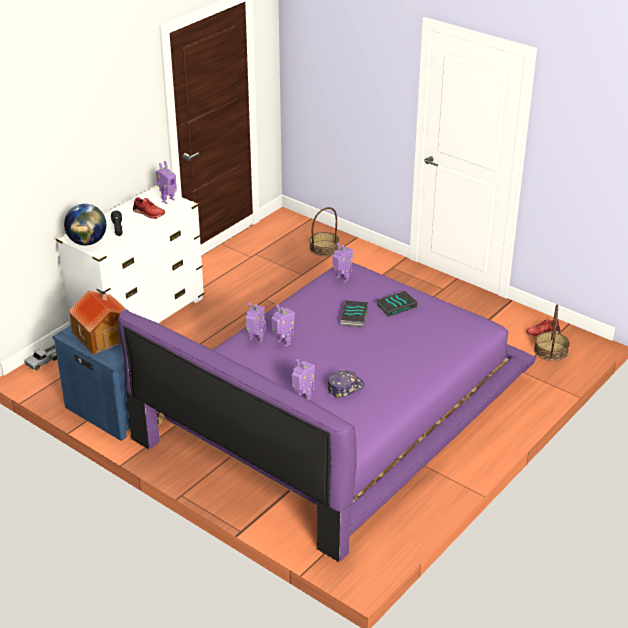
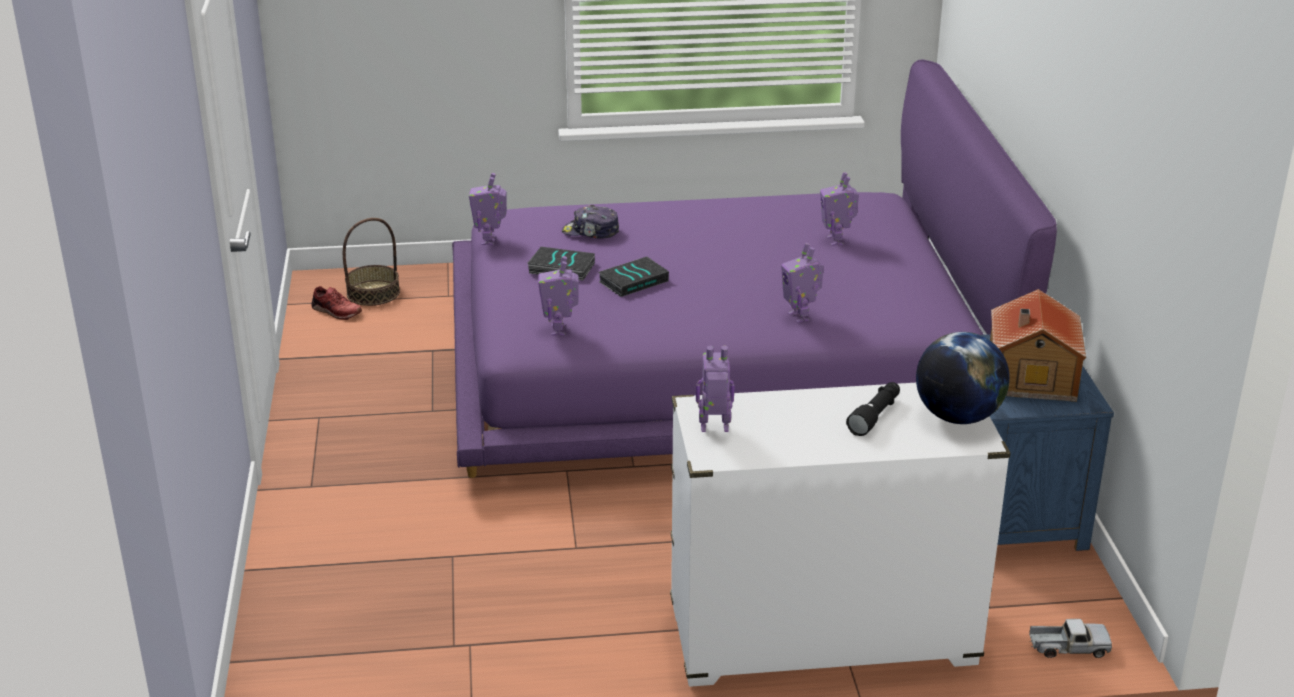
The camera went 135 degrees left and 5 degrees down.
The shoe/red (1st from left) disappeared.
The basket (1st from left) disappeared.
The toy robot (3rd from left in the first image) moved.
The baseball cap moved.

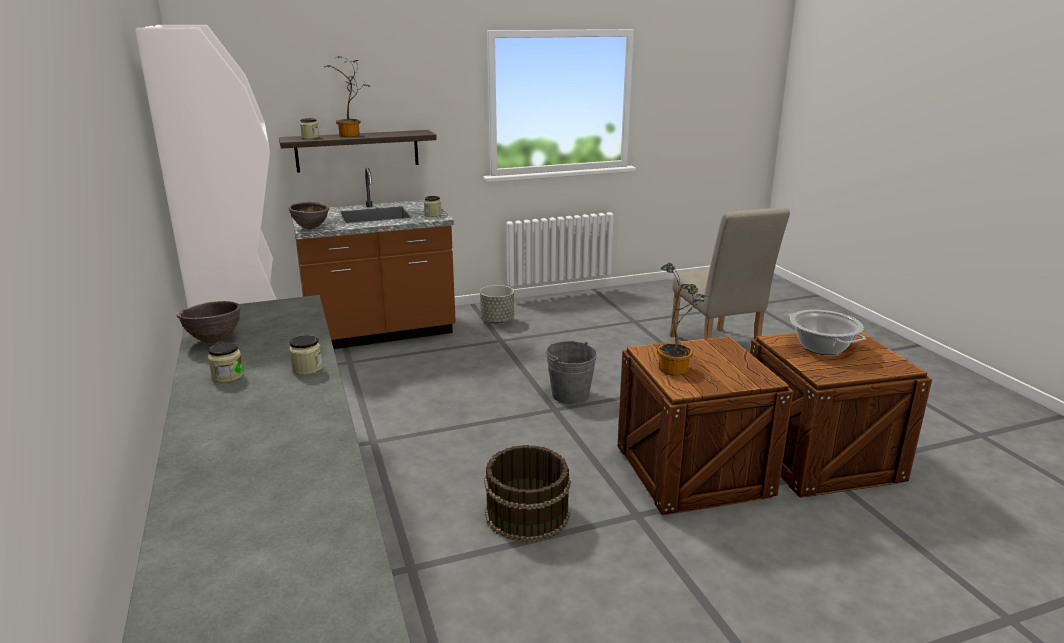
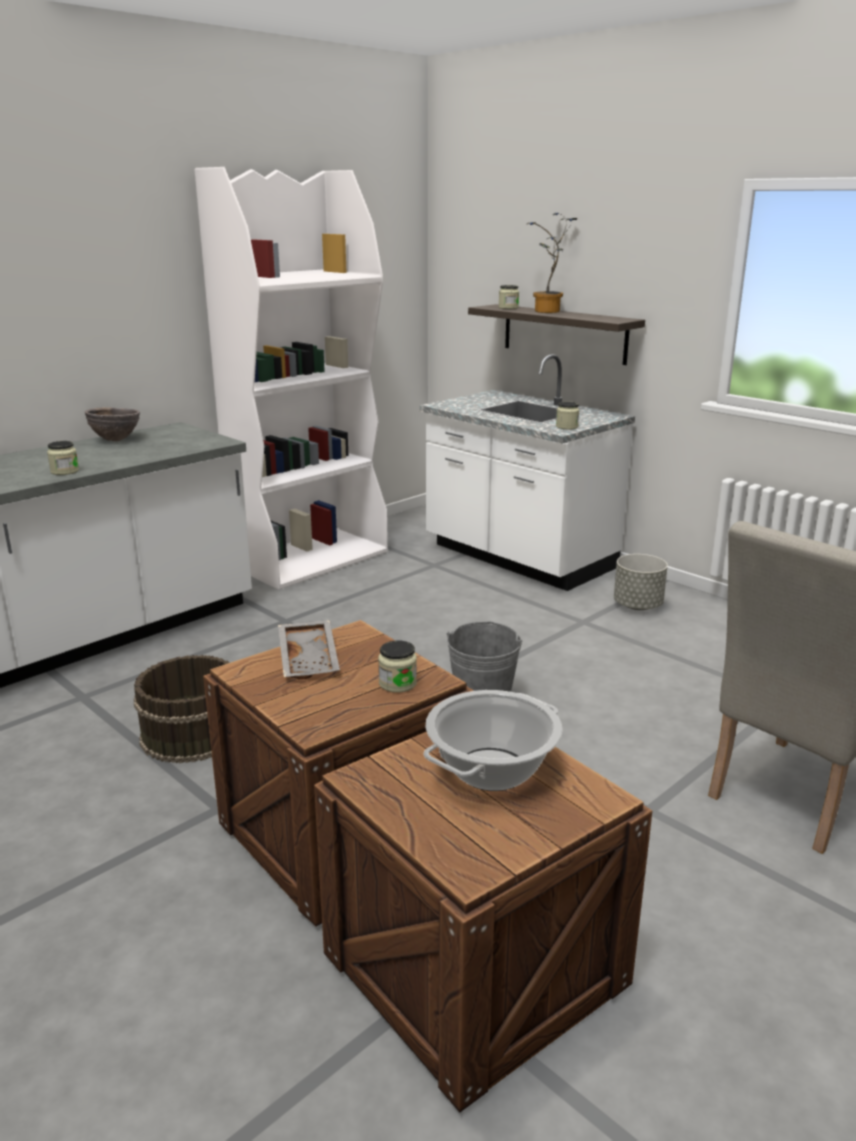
The camera went 65 degrees right and 0 degrees up.
The bowl/brown (2nd from left) disappeared.
The storage jar (1st from left in the first image) moved.
The plant in a pot (2nd from left) was replaced by the serving tray/gray.
The counter/brown became the counter/white (2nd from left).

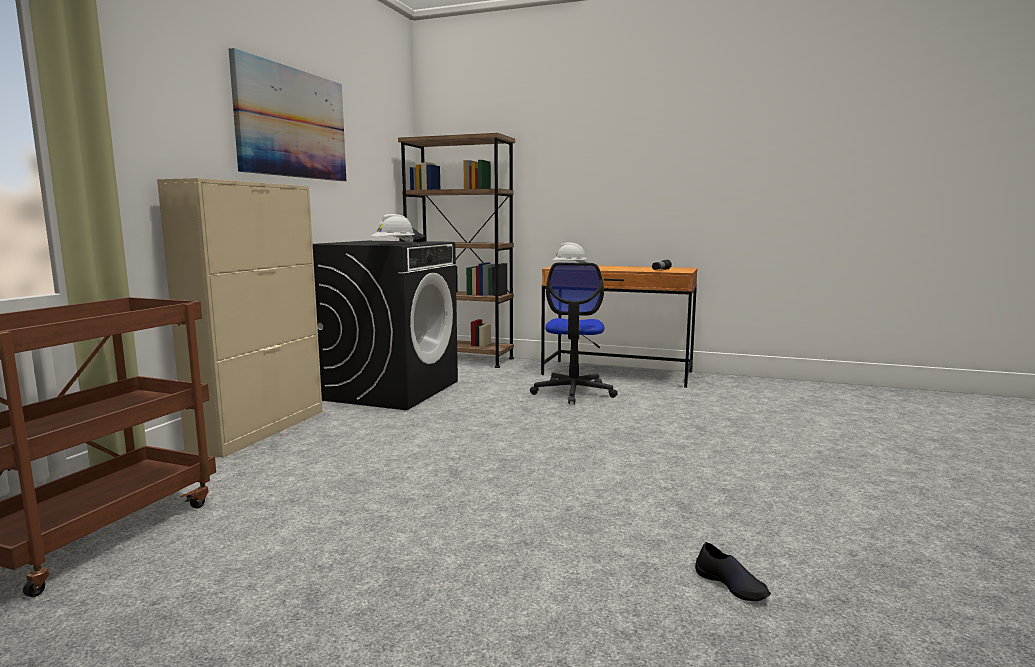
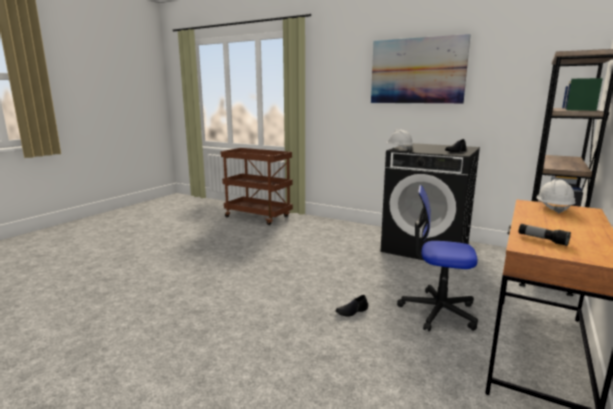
The camera went 100 degrees right and 5 degrees up.
The cupboard/beige disappeared.
The shoe/blackish (2nd from left in the first image) moved.

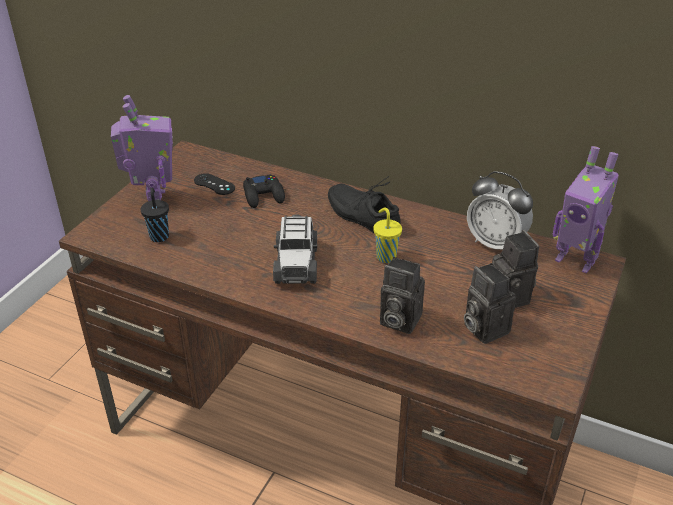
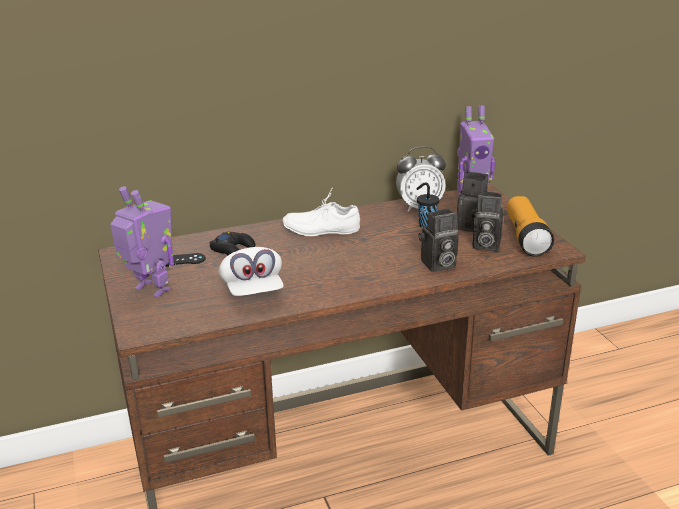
The camera went 45 degrees left and 10 degrees down.
The toy car disappeared.
The drinking cup/yellowish disappeared.
The baseball cap/white appeared.
The hand torch appeared.
The drinking cup/blackish moved.
The shoe/blackish became the shoe/white.

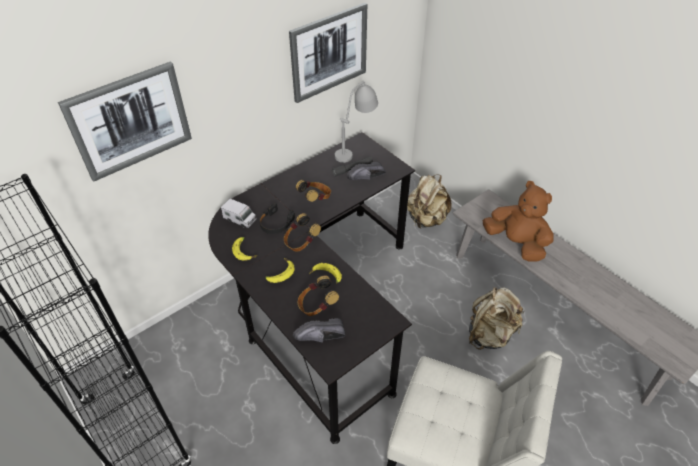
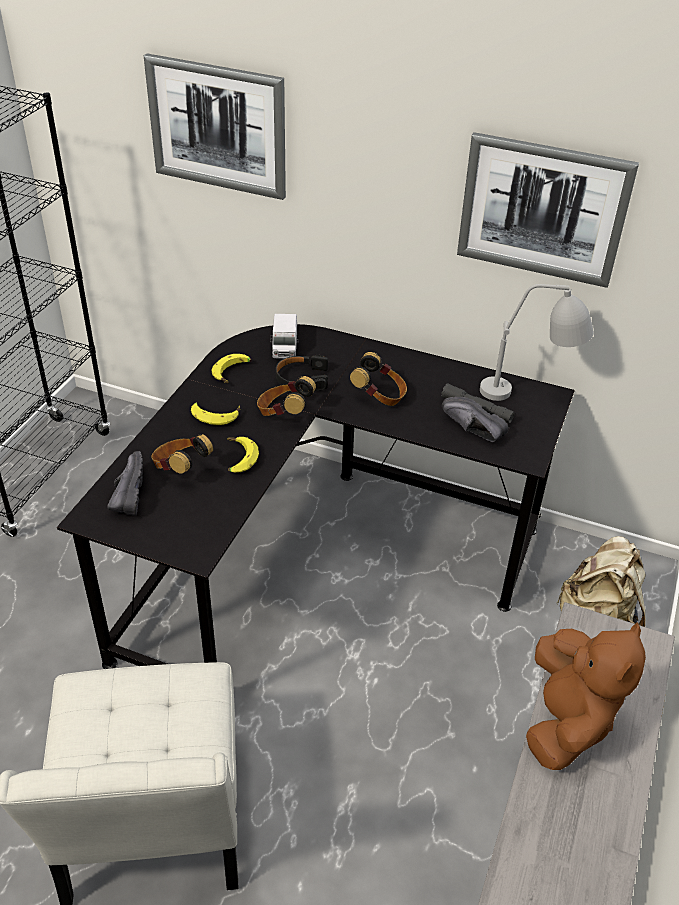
The camera went 60 degrees right and 5 degrees down.
The knapsack/beige (2nd from left) disappeared.
The shoe/blackish (1st from left) turned 45 degrees clockwise.

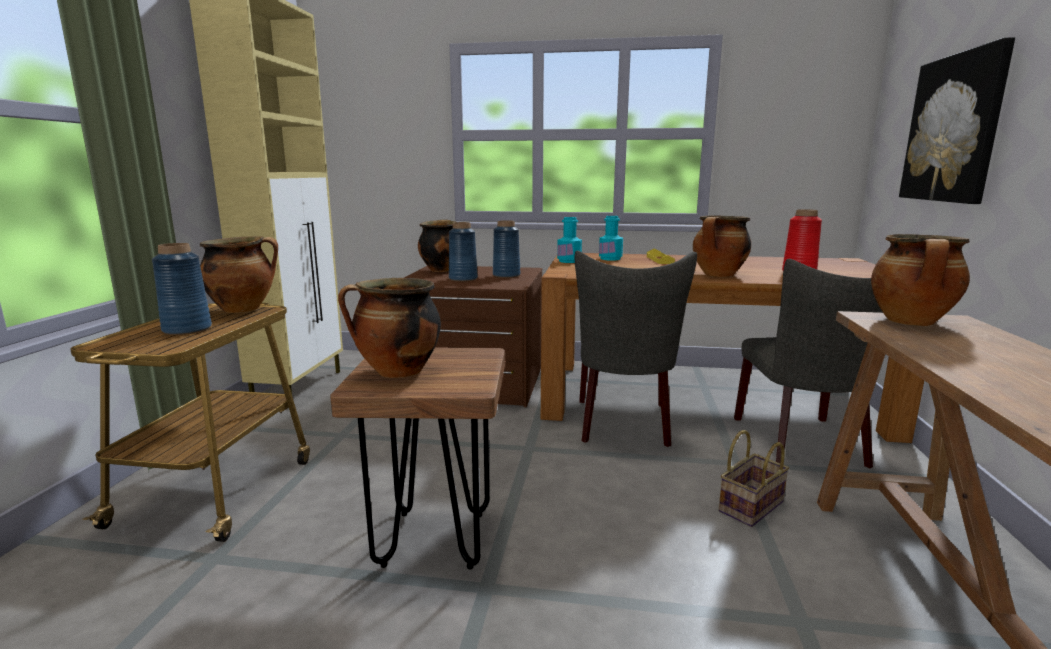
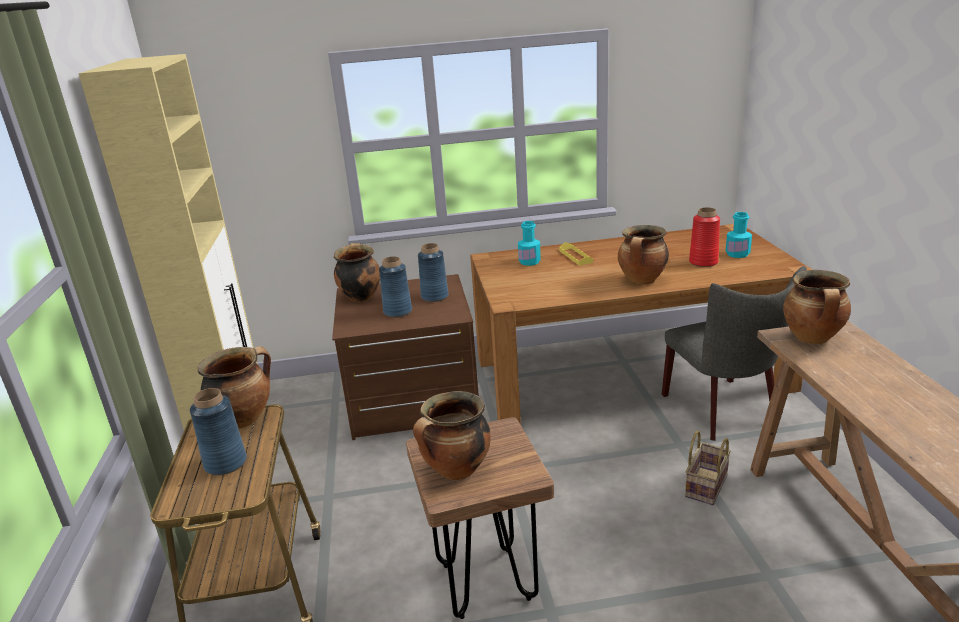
The camera went 15 degrees left and 10 degrees up.
The chair/gray (1st from left) disappeared.
The picture disappeared.
The drink bottle/turquoise (1st from left in the first image) moved.

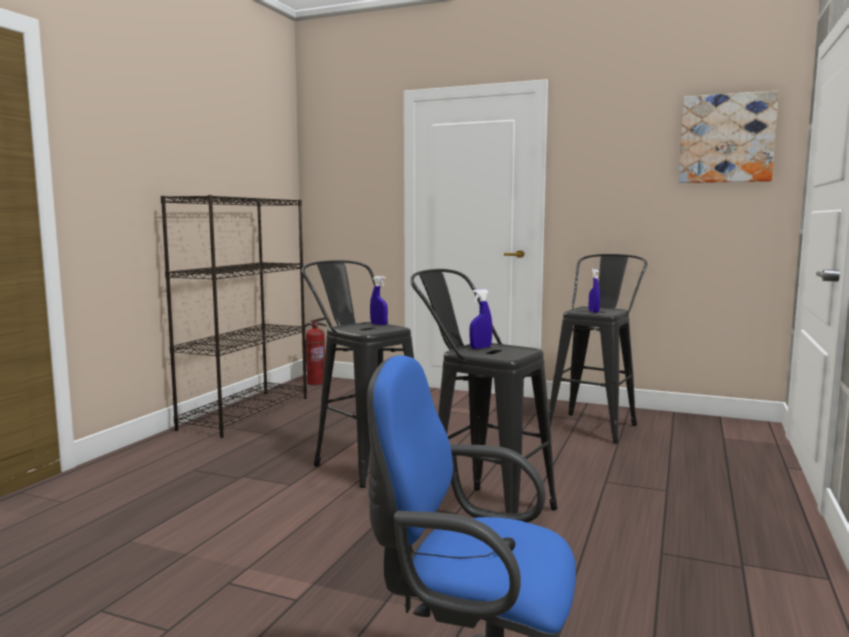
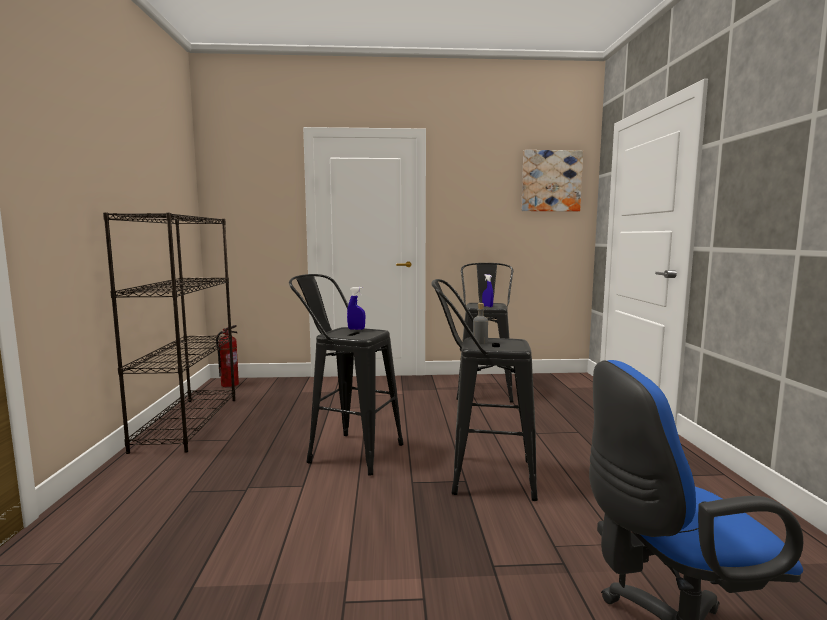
The camera went 25 degrees left and 0 degrees up.
The sprayer/bluish (2nd from left) was replaced by the drink bottle/gray.

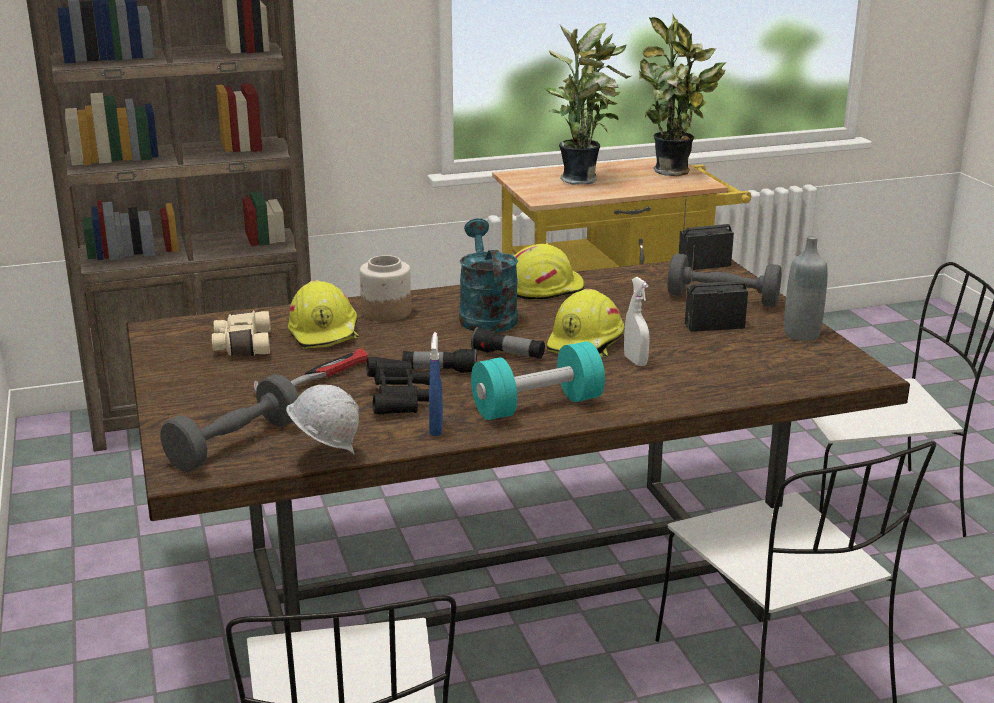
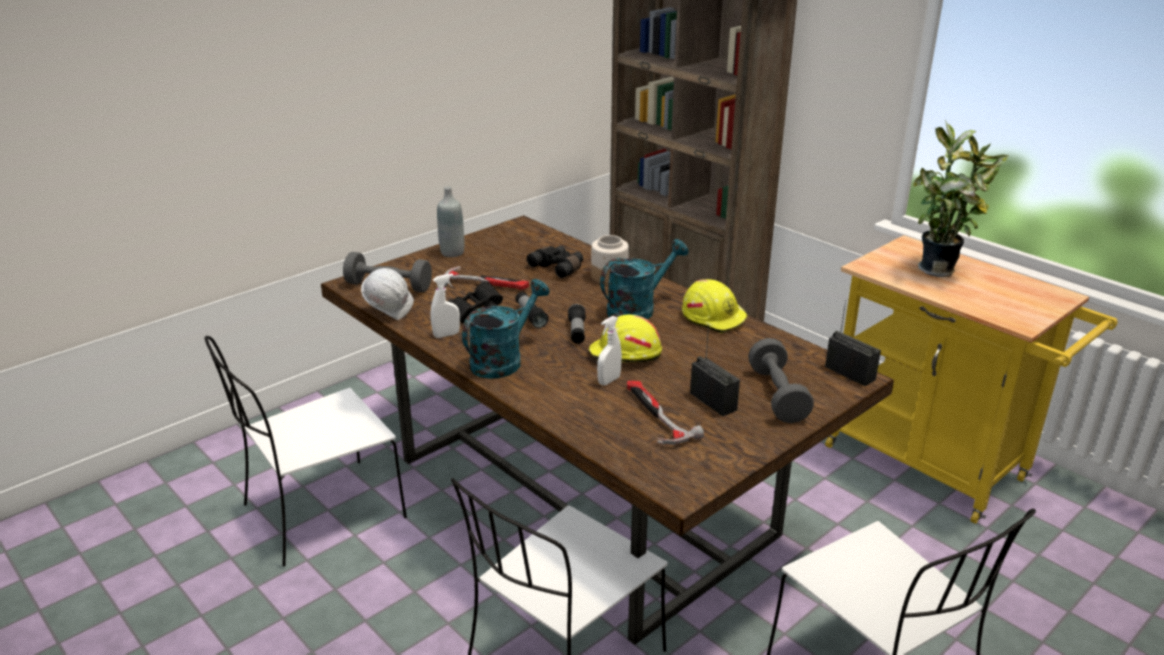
The camera went 65 degrees right and 5 degrees up.
The binoculars/beige disappeared.
The plant in a pot (2nd from left) disappeared.
The hammer (2nd from left) appeared.
The drink bottle/gray moved.
The work helmet/yellowish (1st from left) was replaced by the binoculars/blackish (2nd from left).
The hand weight/turquoise was replaced by the watering pot/turquoise (1st from left).
The sprayer/bluish became the sprayer/white (1st from left).

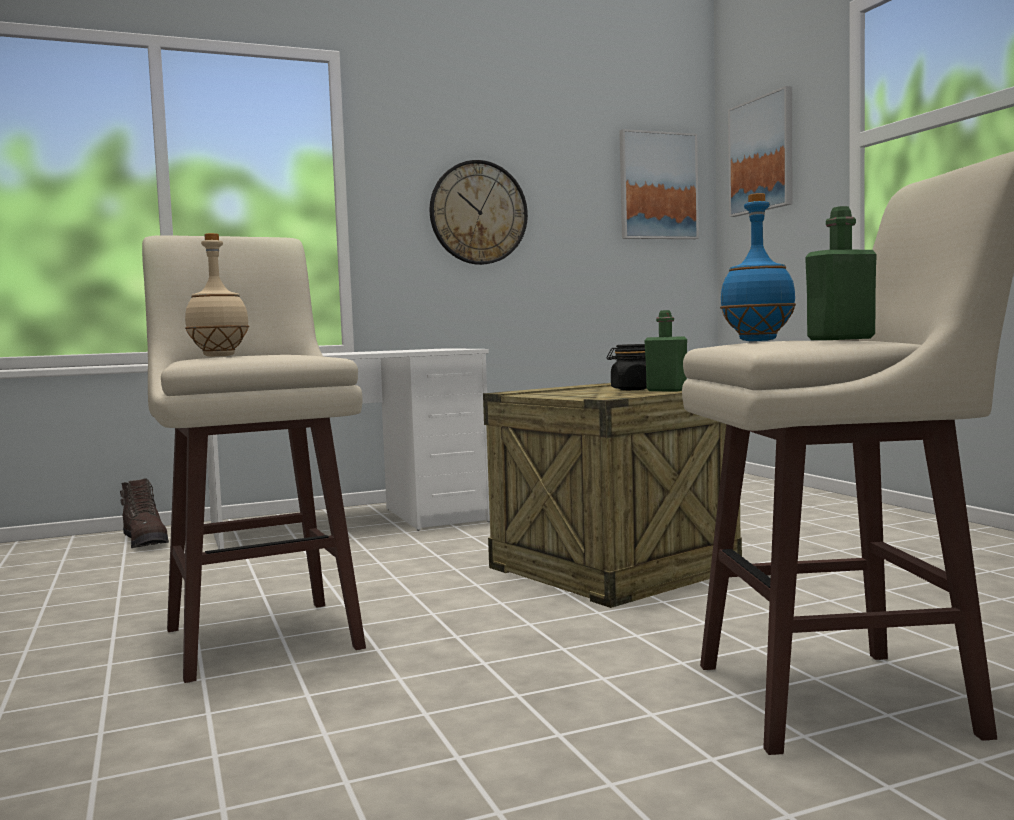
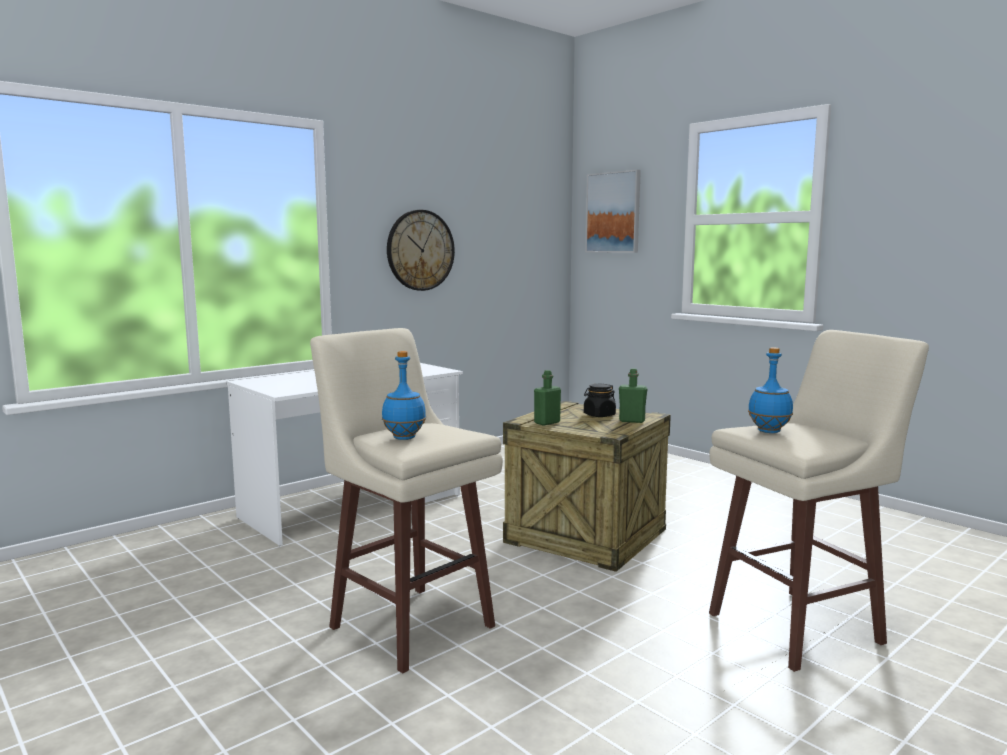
The camera went 20 degrees left and 5 degrees up.
The boot/brown disappeared.
The picture (1st from left) disappeared.
The drink bottle/green (2nd from left in the first image) moved.
The drink bottle/beige became the drink bottle/bluish (1st from left).

